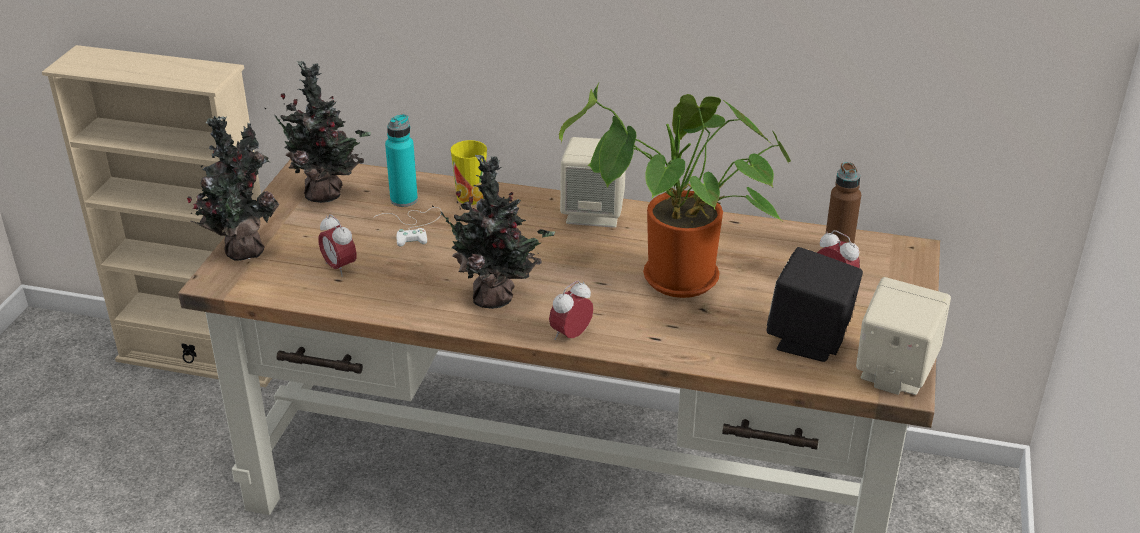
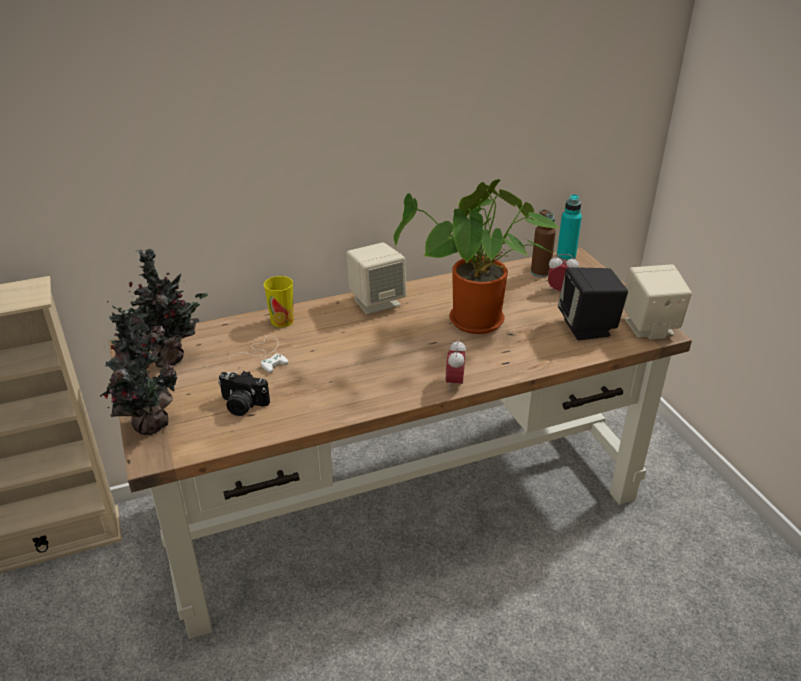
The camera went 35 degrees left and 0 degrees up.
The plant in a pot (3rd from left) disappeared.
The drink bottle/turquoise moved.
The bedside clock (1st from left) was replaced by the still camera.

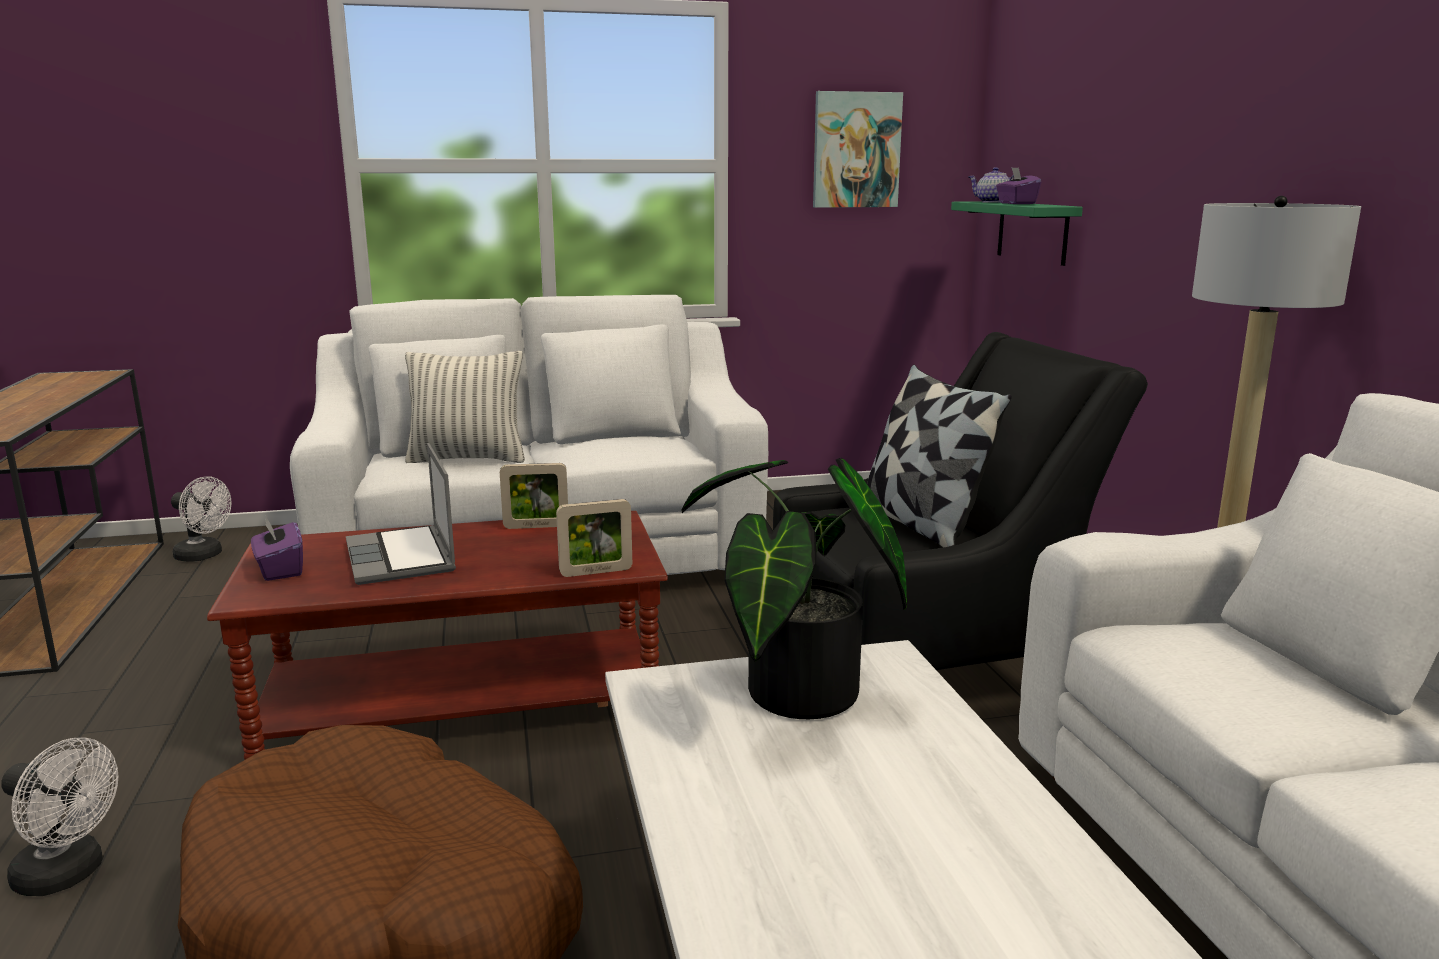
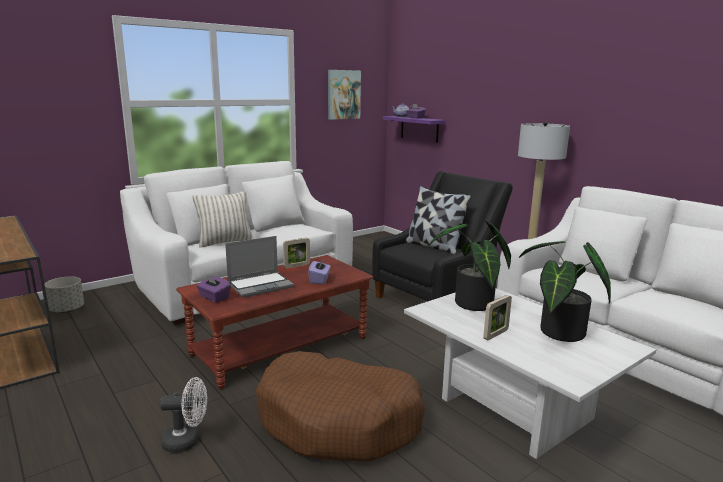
The camera went 25 degrees left and 0 degrees up.
The box of tissues/purple (2nd from left) appeared.
The plant in a pot (2nd from left) appeared.
The picture frame (2nd from left) moved.
The cooling fan/white (2nd from left) was replaced by the flower pot/gray.
The bracket shelf/green became the bracket shelf/purple.
The laptop turned 75 degrees counterclockwise.

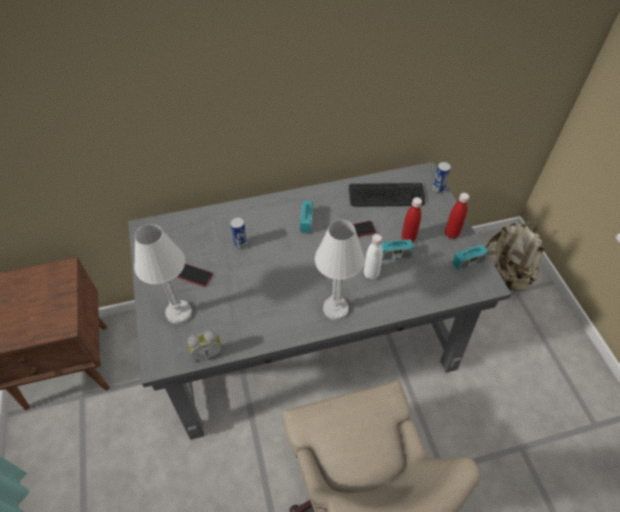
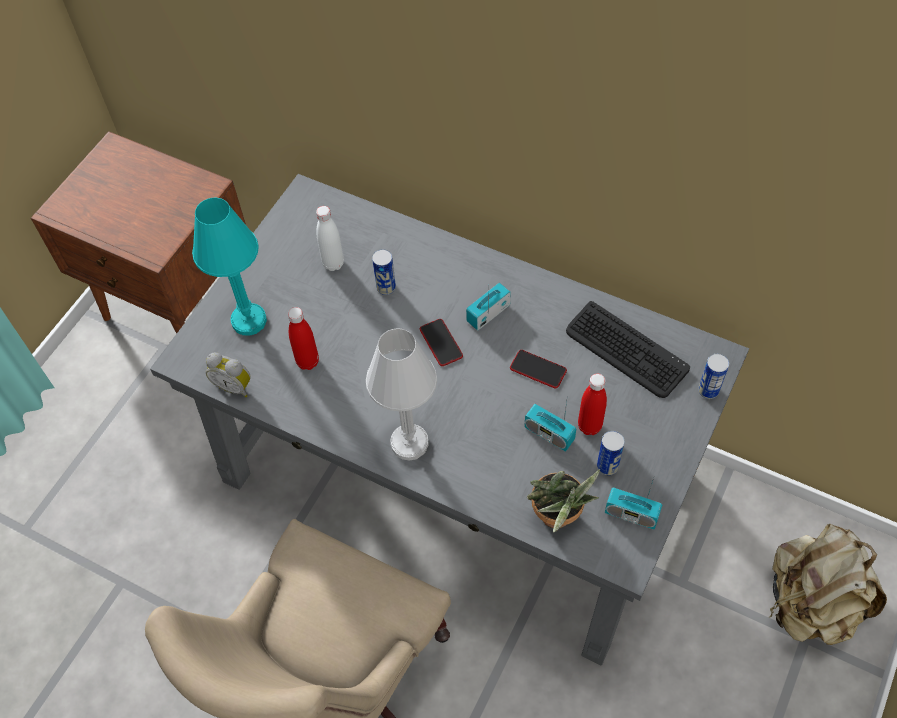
The camera went 45 degrees right and 5 degrees up.
The plant in a pot appeared.
The sealed can (2nd from left) appeared.
The phone (1st from left) moved.
The drink bottle/white moved.
The drink bottle/red (2nd from left in the first image) moved.
The lamp for a table/white (1st from left) became the lamp for a table/turquoise.

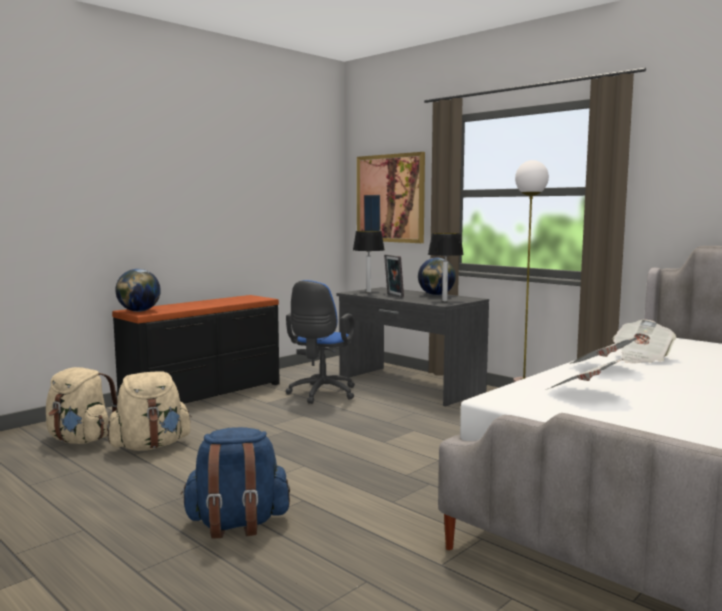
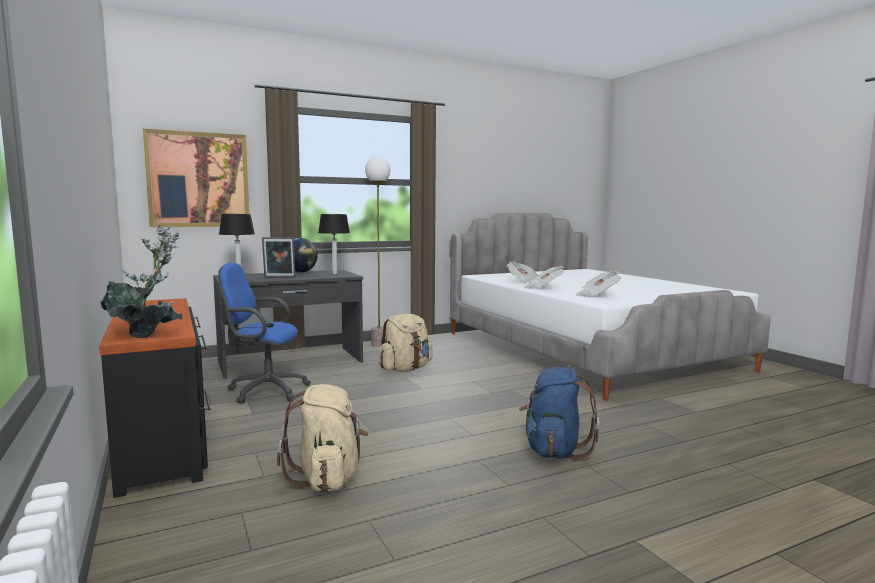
The camera went 70 degrees left and 0 degrees up.
The knapsack/beige (1st from left in the first image) moved.
The globe (1st from left) was replaced by the plant in a pot.
The office chair/bluish turned 150 degrees clockwise.

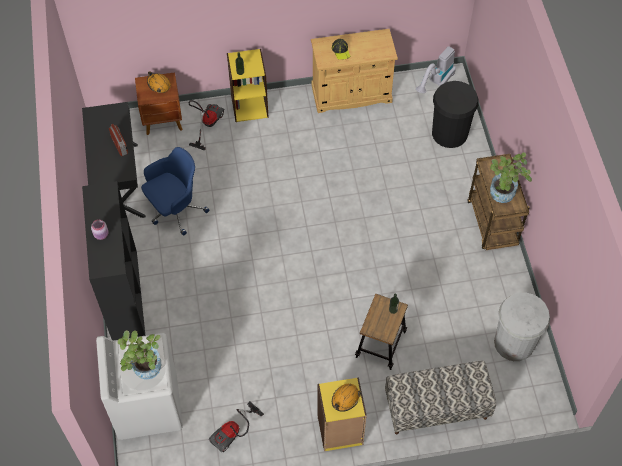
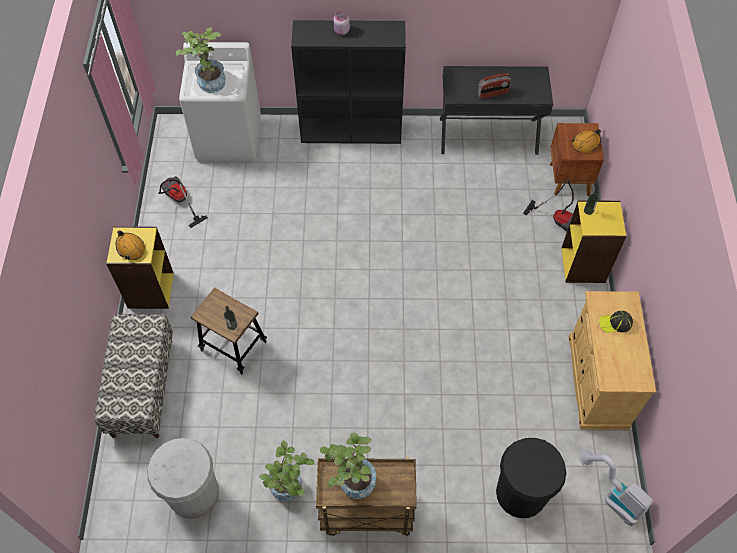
The camera went 100 degrees right and 0 degrees up.
The office chair/bluish disappeared.
The plant in a pot (2nd from left) appeared.

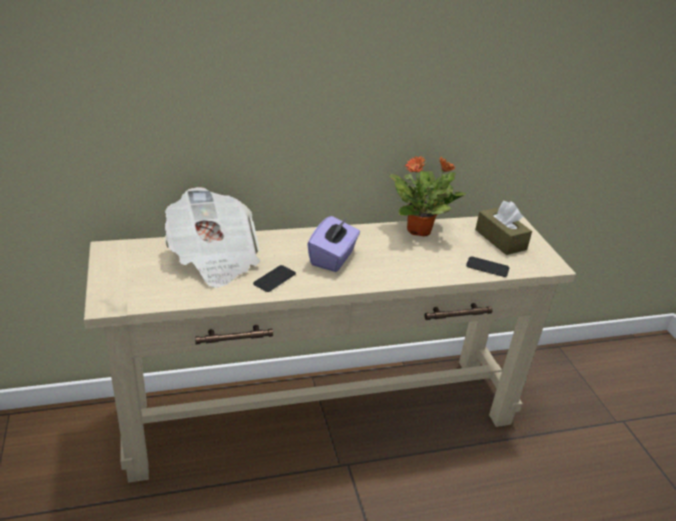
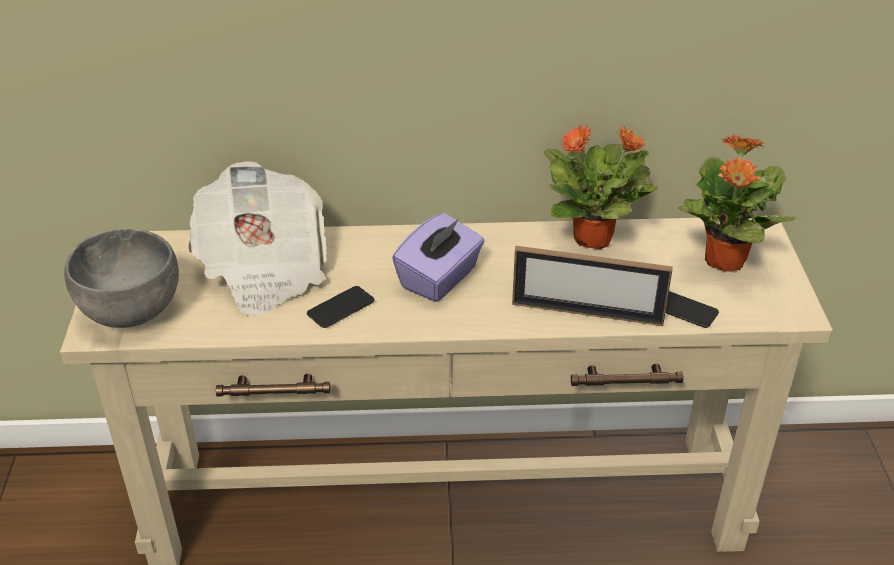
The camera went 15 degrees right and 5 degrees up.
The bowl/gray appeared.
The picture frame appeared.
The box of tissues/brown was replaced by the plant in a pot (2nd from left).

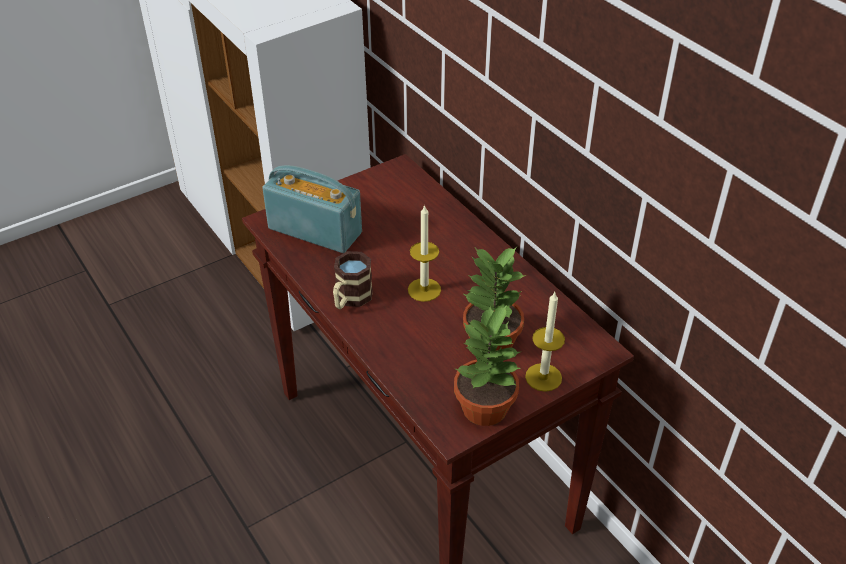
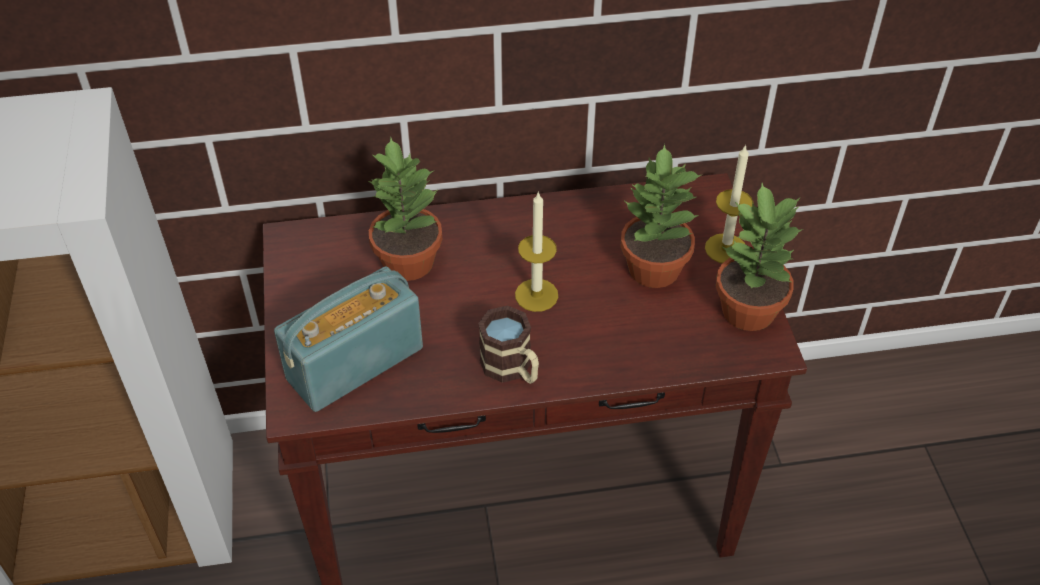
The camera went 65 degrees left and 5 degrees up.
The plant in a pot (1st from left) appeared.

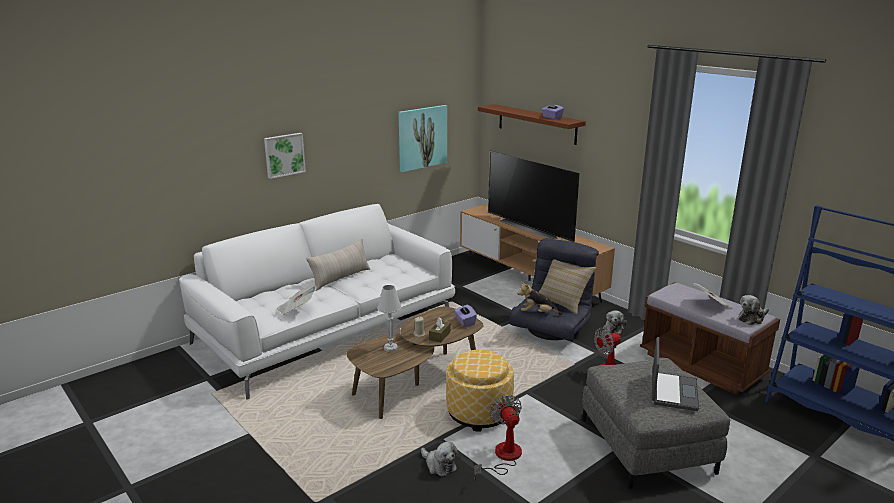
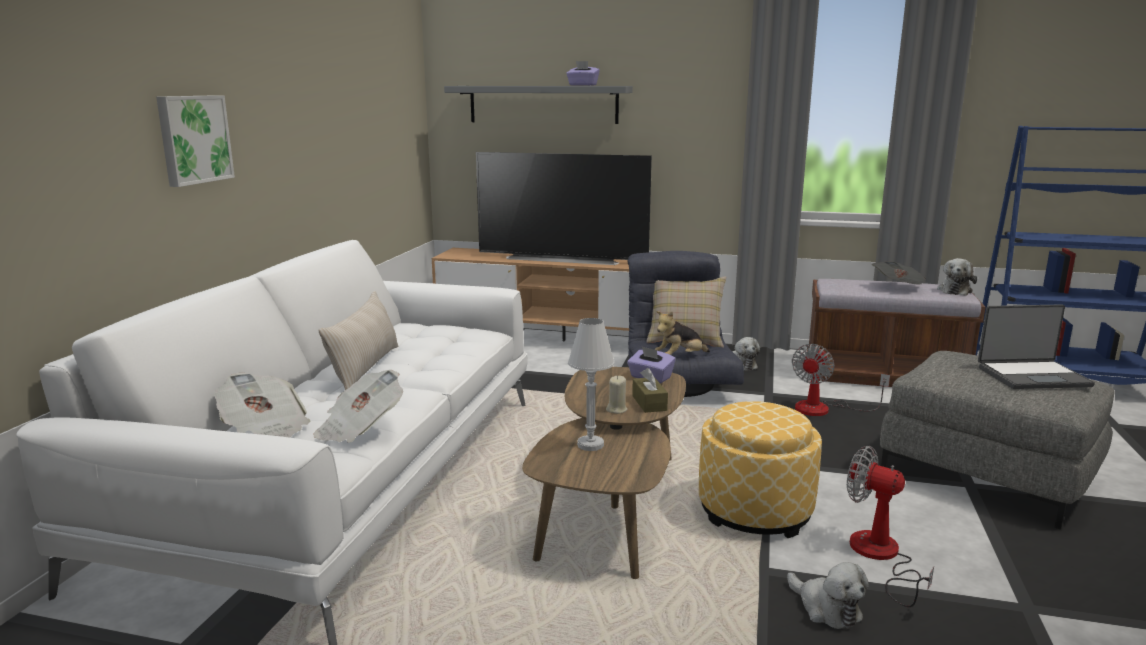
The camera went 35 degrees left and 5 degrees down.
The picture (2nd from left) disappeared.
The printed paper (1st from left) appeared.
The bracket shelf/brown became the bracket shelf/gray.
The cuddly toy (1st from left in the first image) turned 45 degrees clockwise.
The laptop turned 105 degrees clockwise.

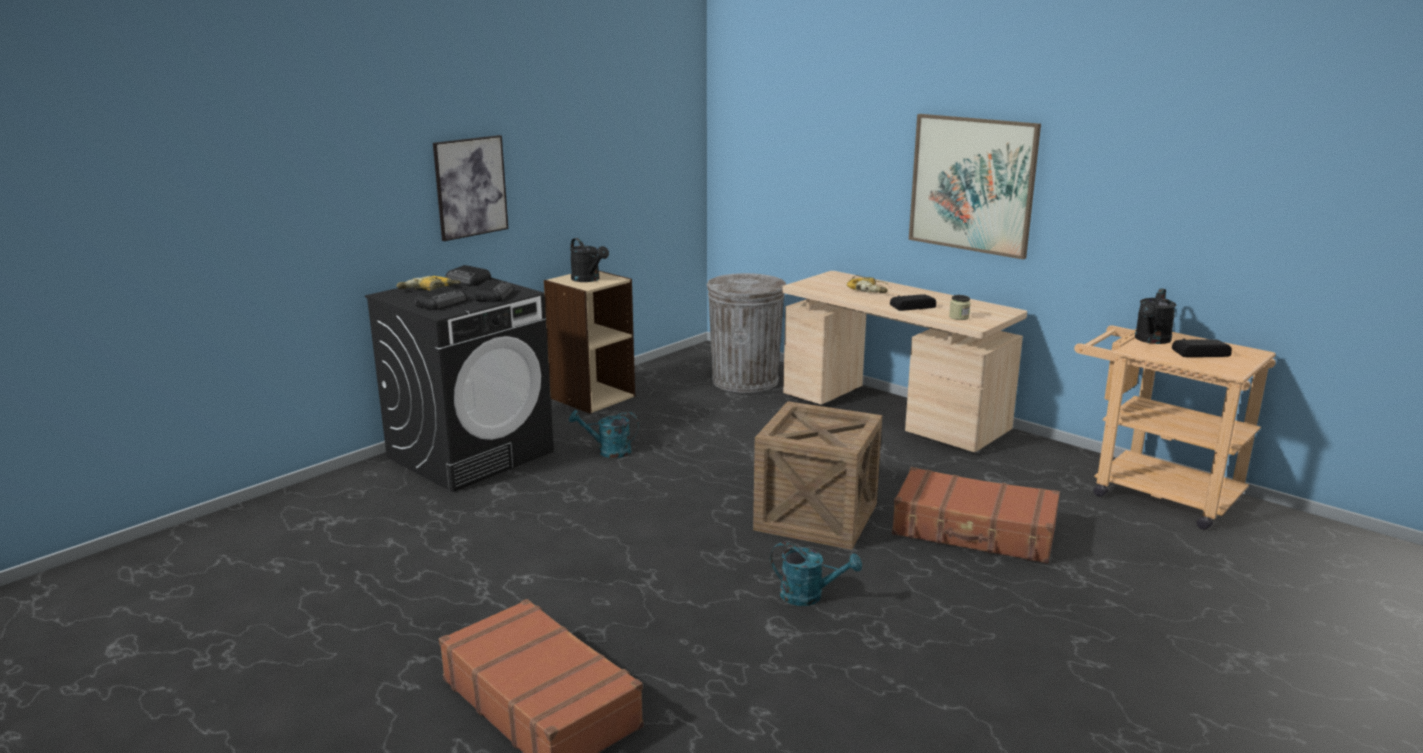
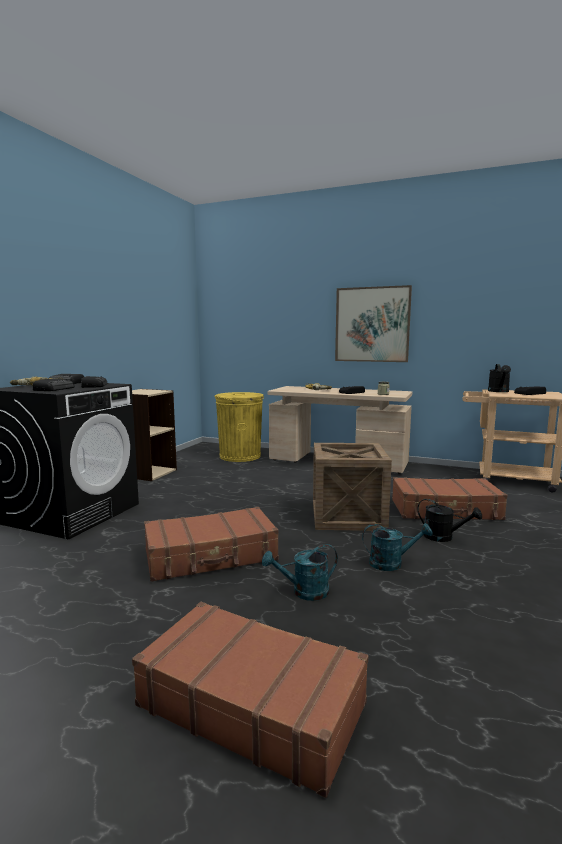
The camera went 20 degrees left and 10 degrees down.
The picture (1st from left) disappeared.
The piece of luggage/brown (1st from left) appeared.
The watering pot/turquoise (1st from left) moved.
The watering pot/blackish (1st from left) moved.
The waste bin/gray became the waste bin/yellowish.

